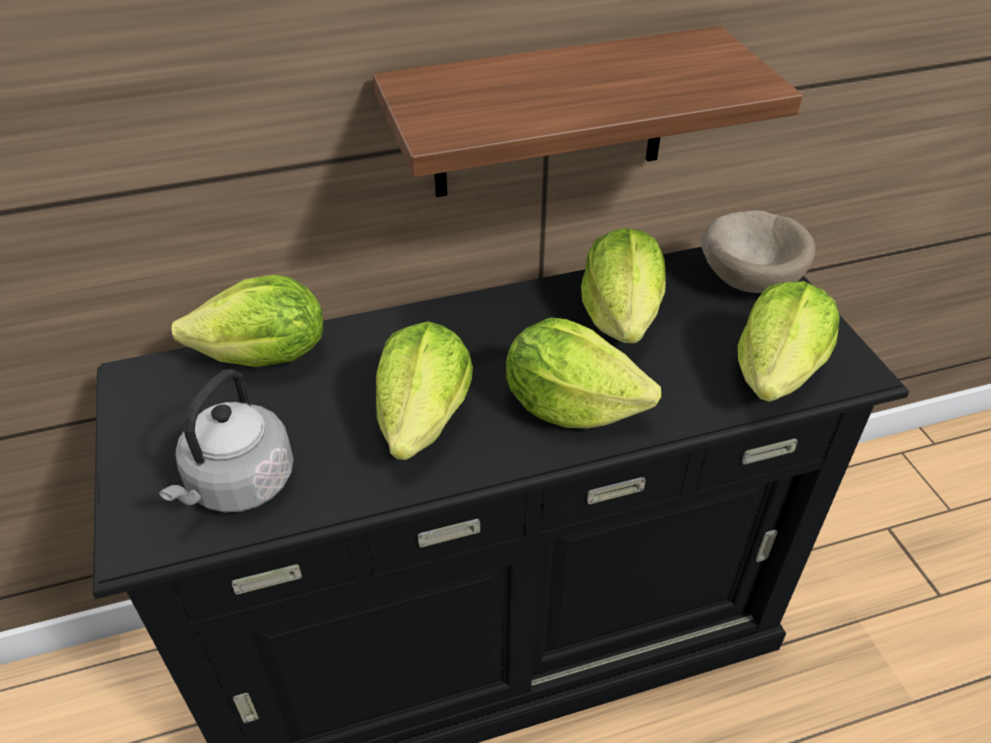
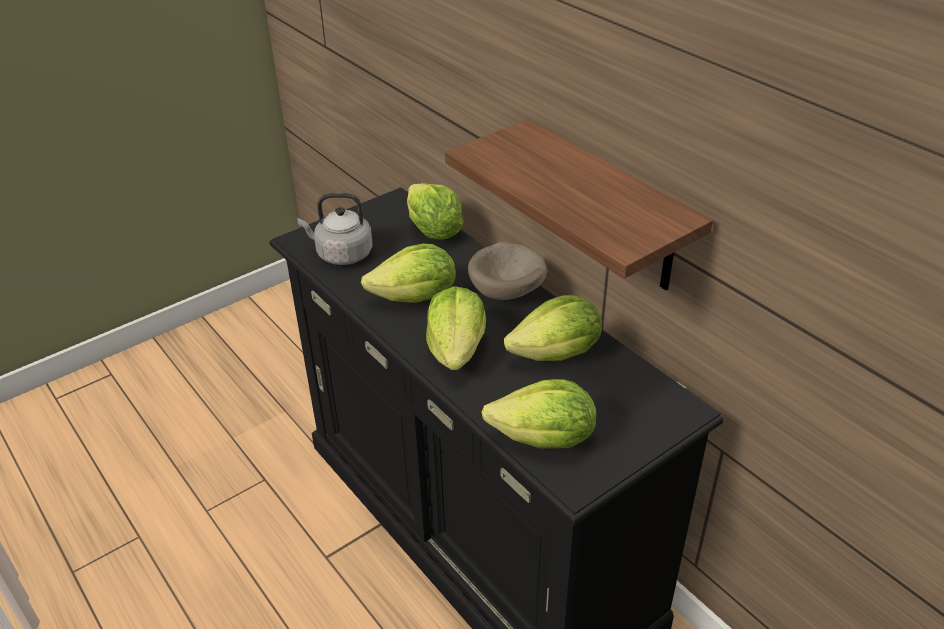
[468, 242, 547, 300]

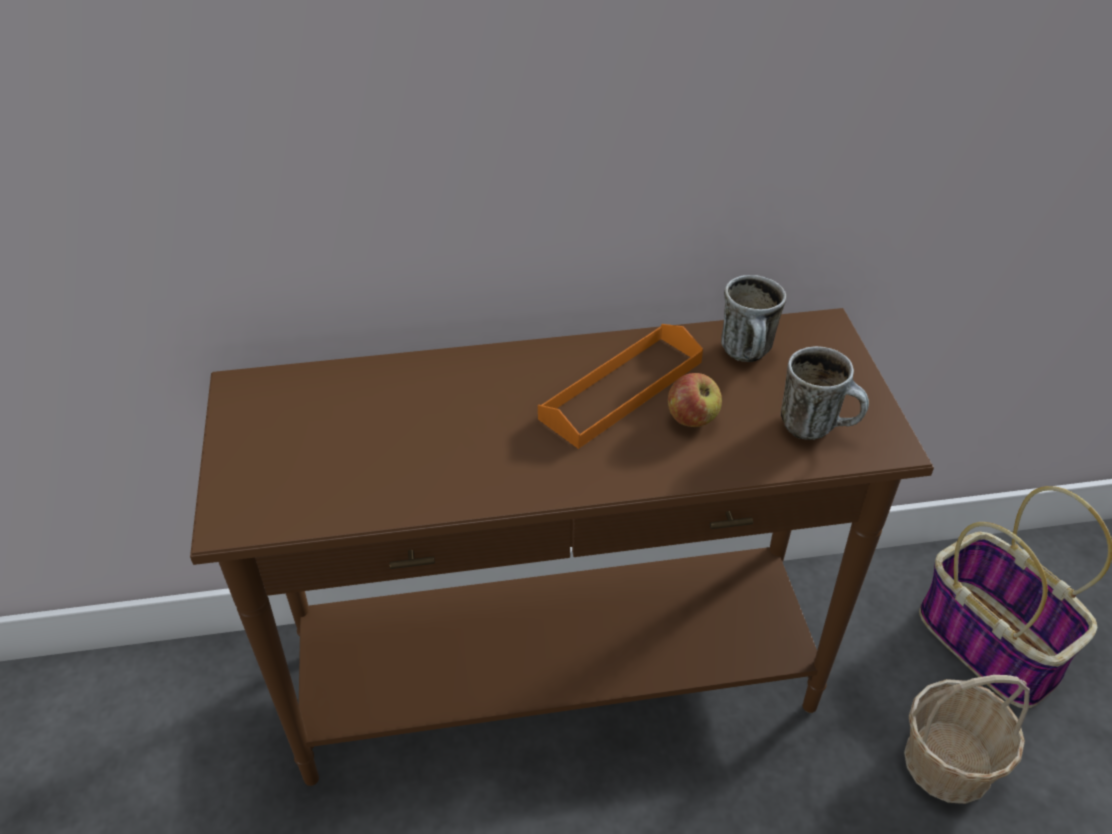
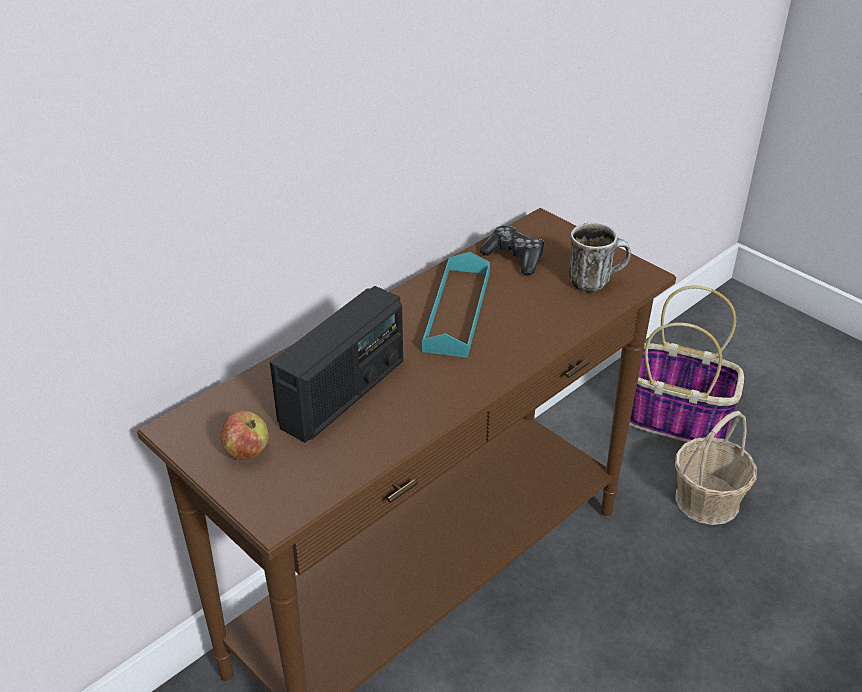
[220, 411, 269, 460]
[270, 286, 403, 443]
[422, 252, 490, 358]
[480, 226, 544, 275]

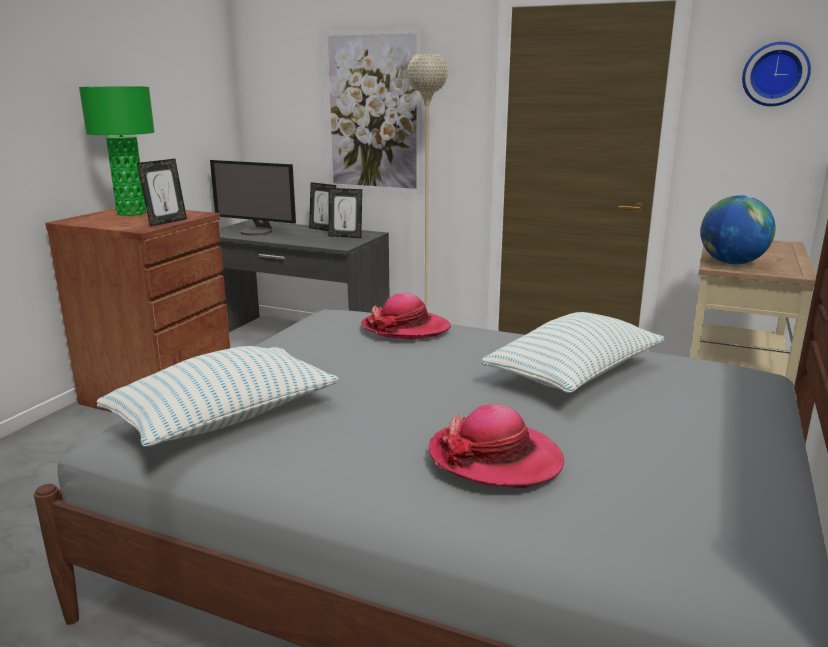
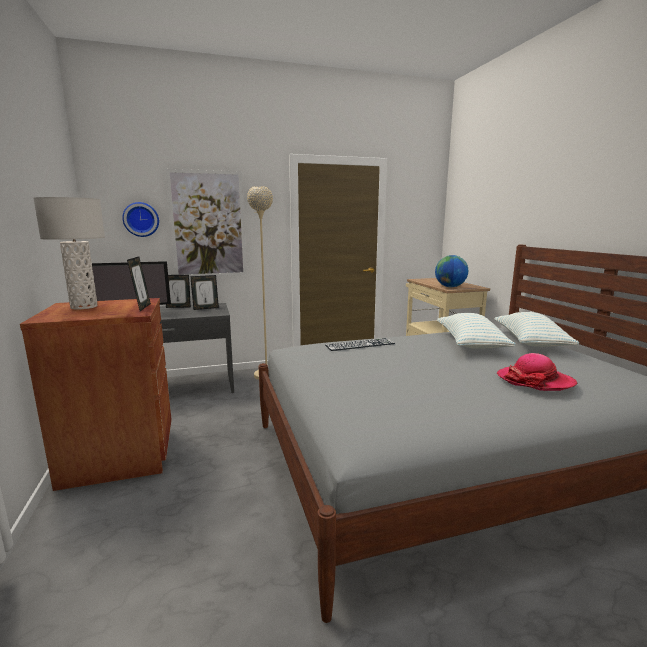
[34, 197, 105, 309]
[122, 202, 159, 237]
[325, 338, 395, 351]
[495, 312, 579, 347]

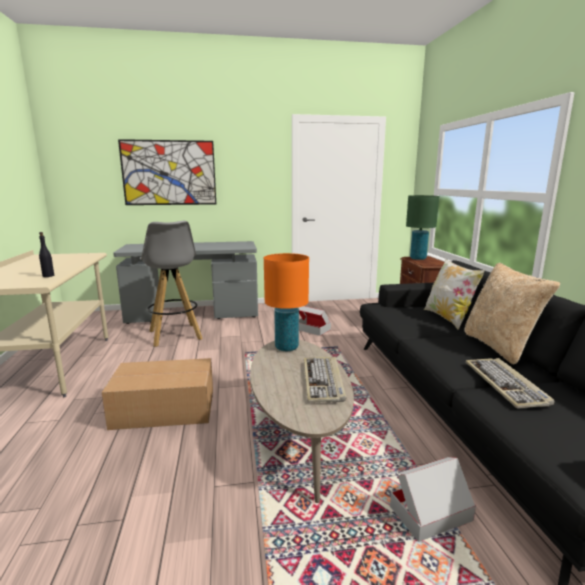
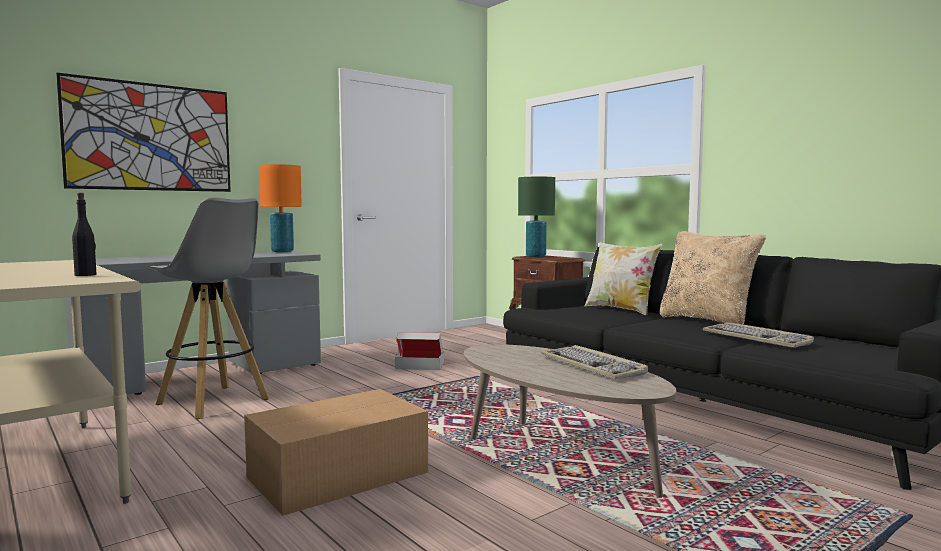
[259, 164, 302, 252]
[390, 457, 476, 542] (first image)

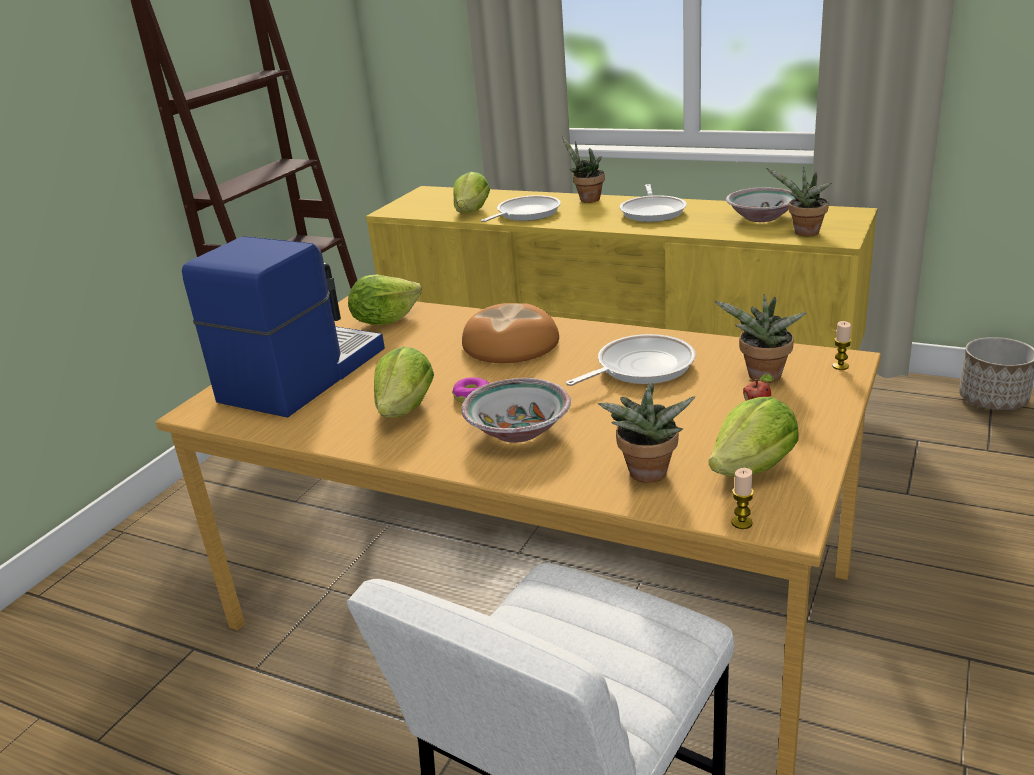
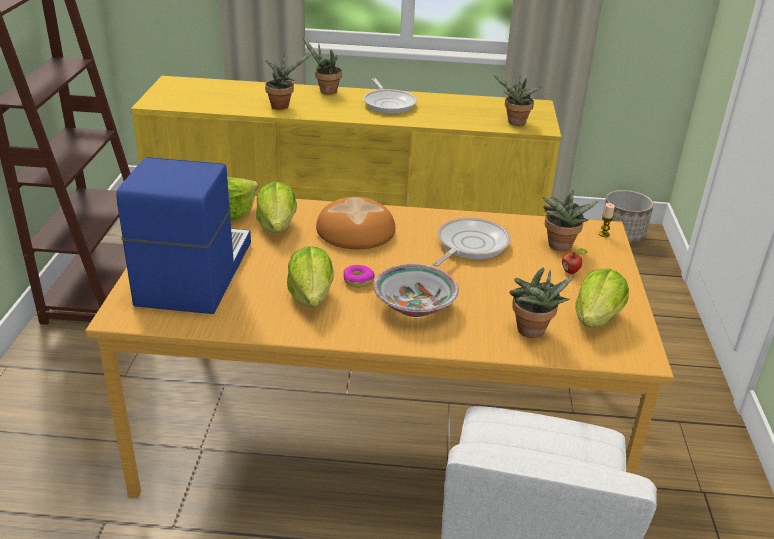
[256, 182, 297, 233]
[265, 53, 311, 110]
[726, 187, 795, 222] (first image)
[732, 468, 754, 529] (first image)

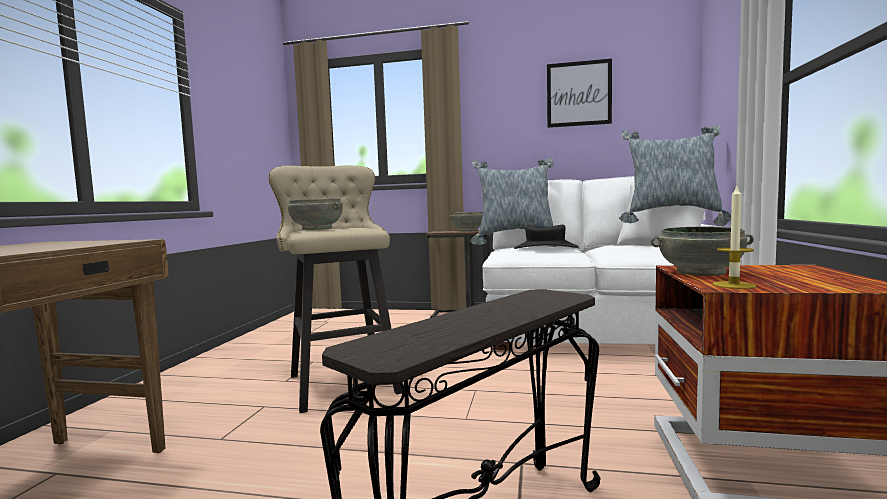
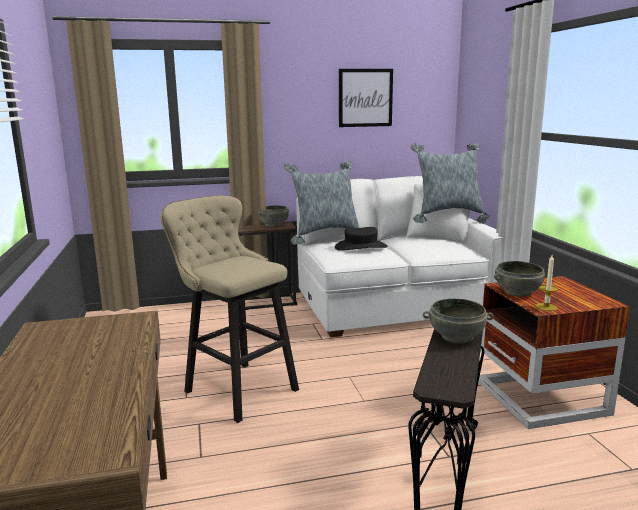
[423, 298, 494, 343]

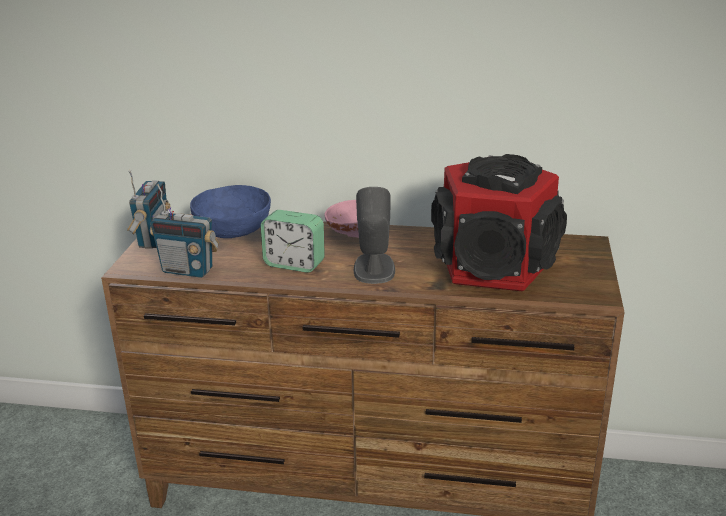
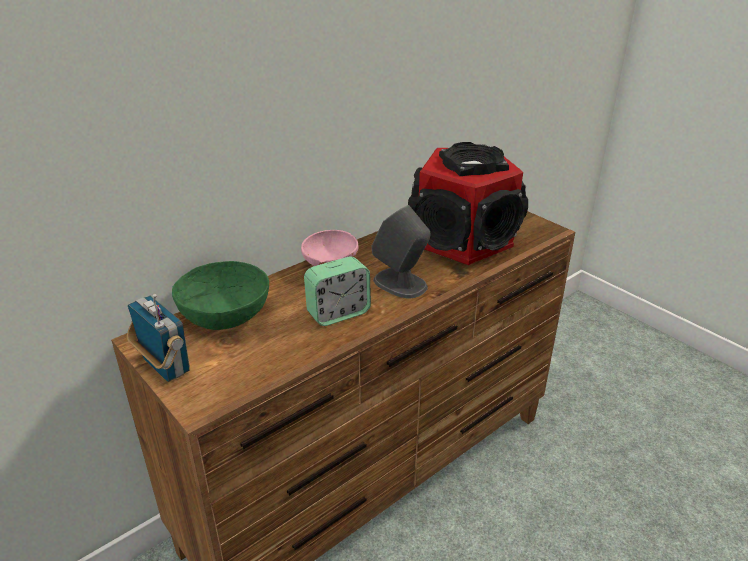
[172, 261, 269, 330]
[150, 184, 219, 278] (first image)

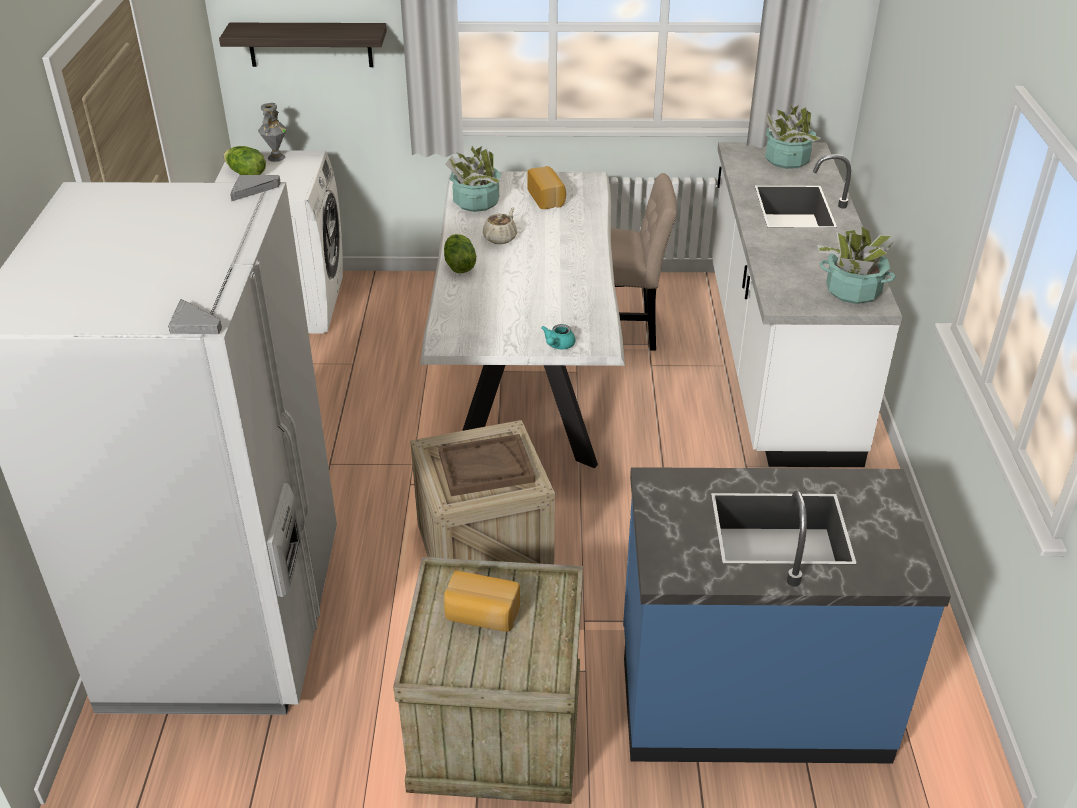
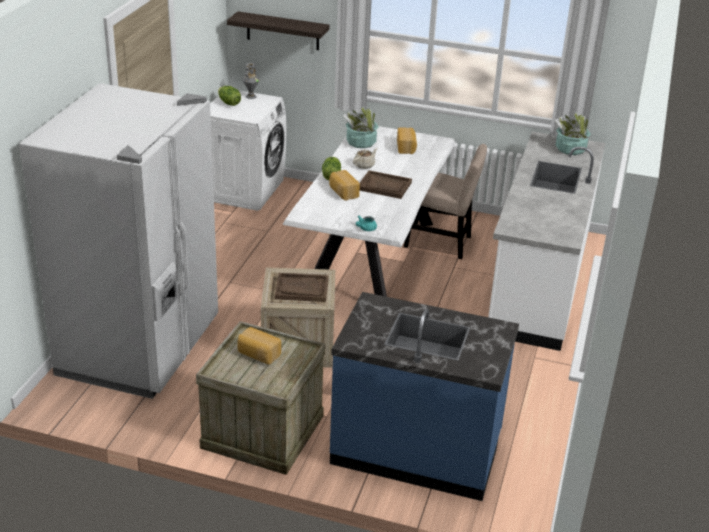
[329, 170, 360, 201]
[360, 170, 412, 199]
[818, 226, 896, 304] (first image)

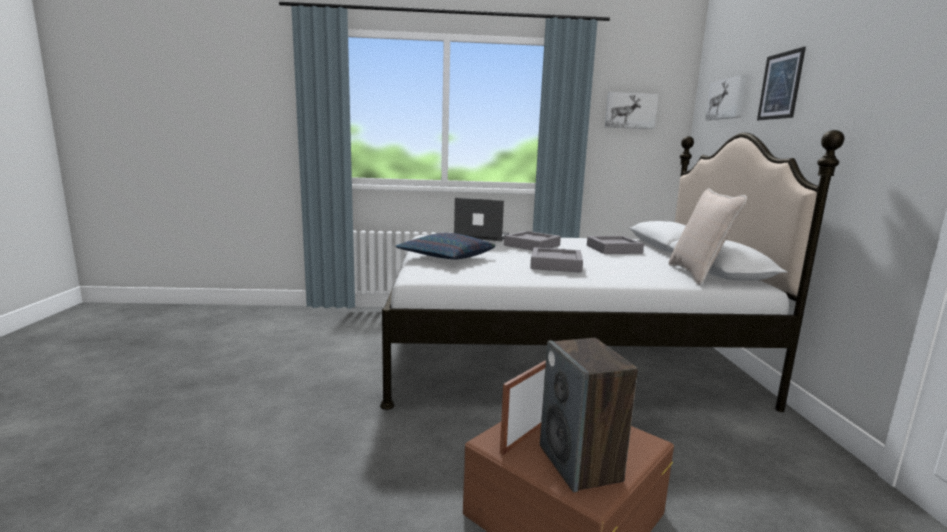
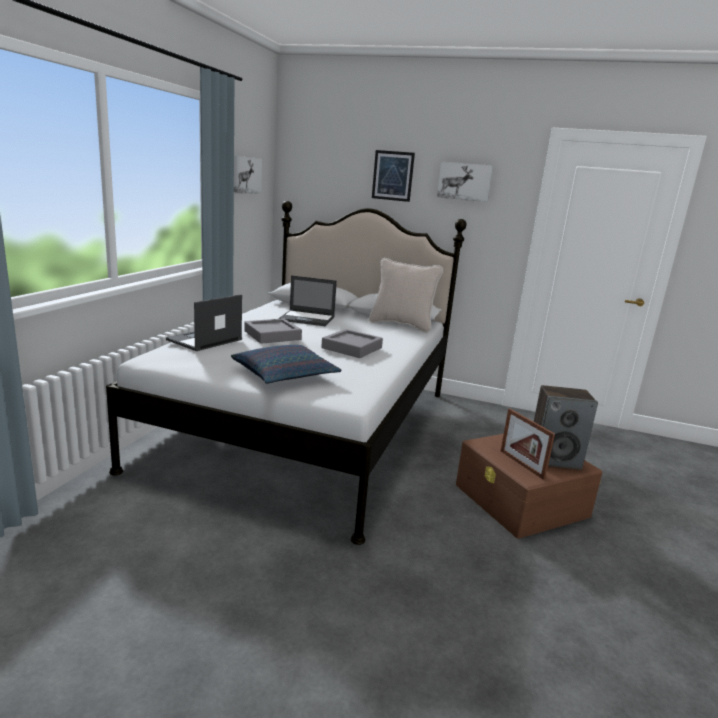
[279, 275, 337, 326]
[437, 162, 493, 202]

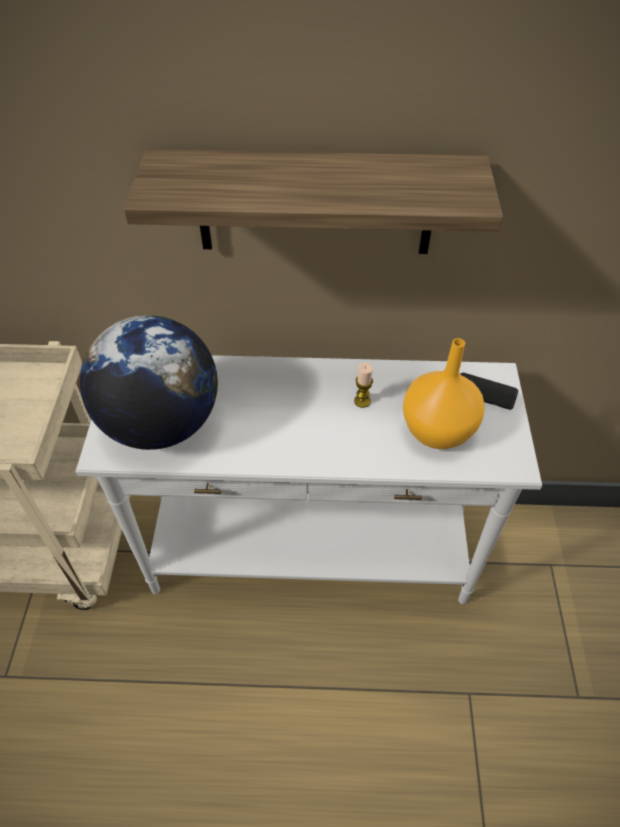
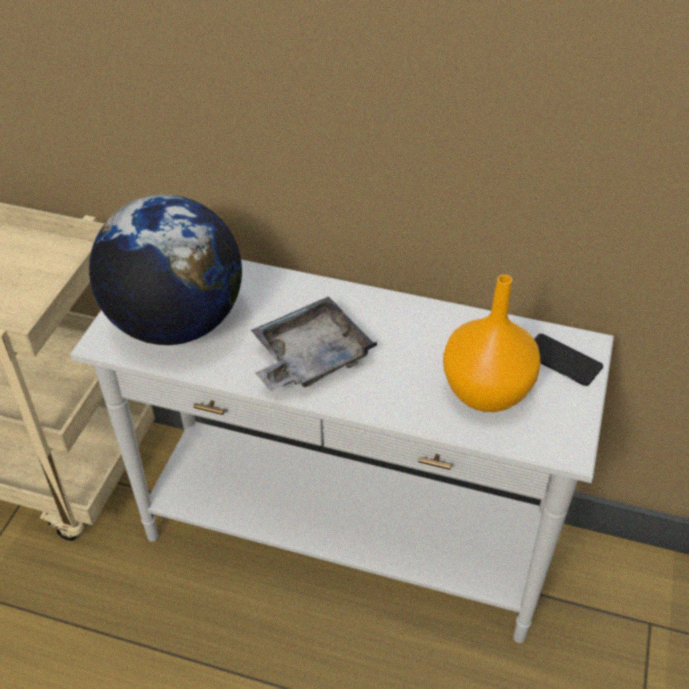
[251, 296, 377, 391]
[124, 149, 503, 254] (first image)
[354, 363, 373, 408] (first image)

